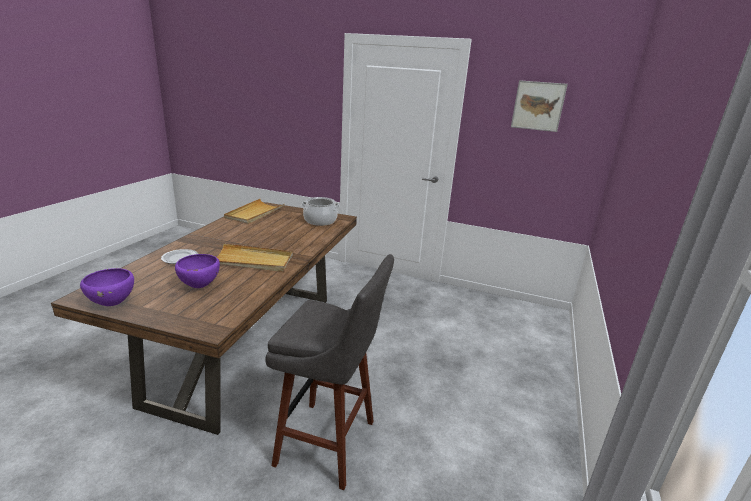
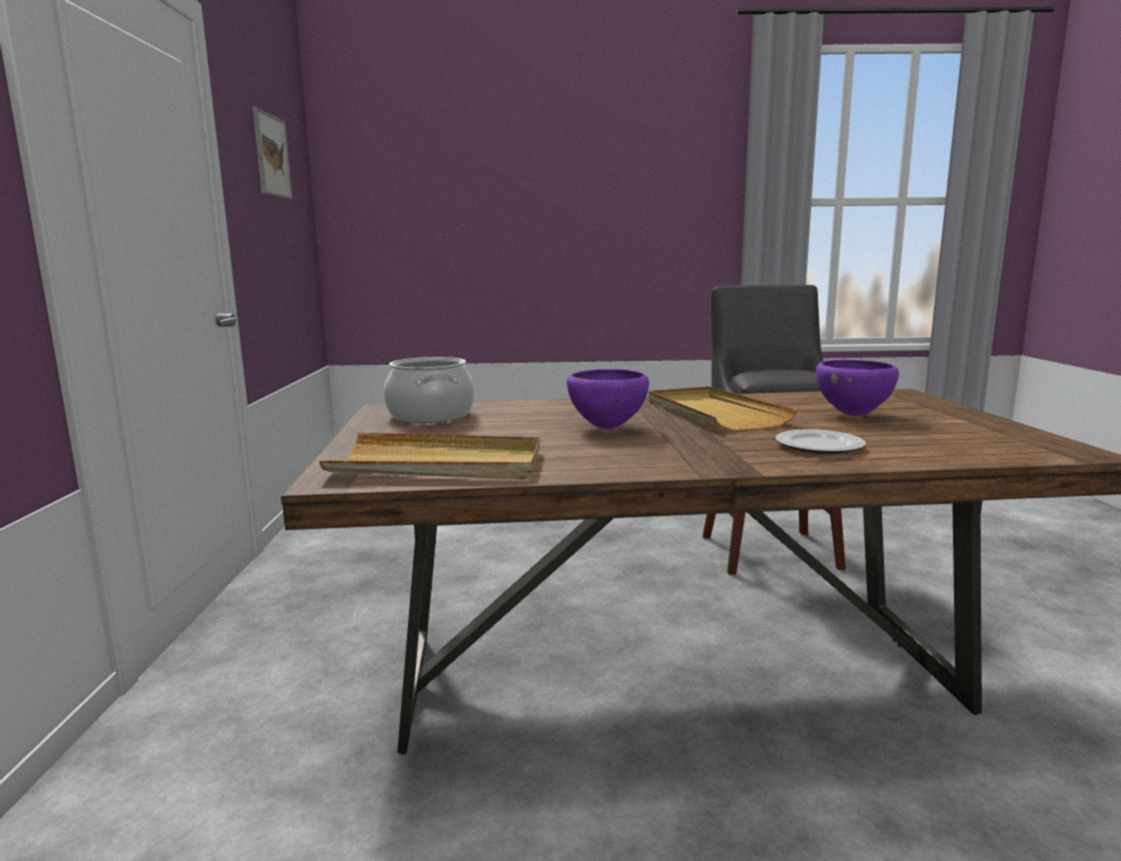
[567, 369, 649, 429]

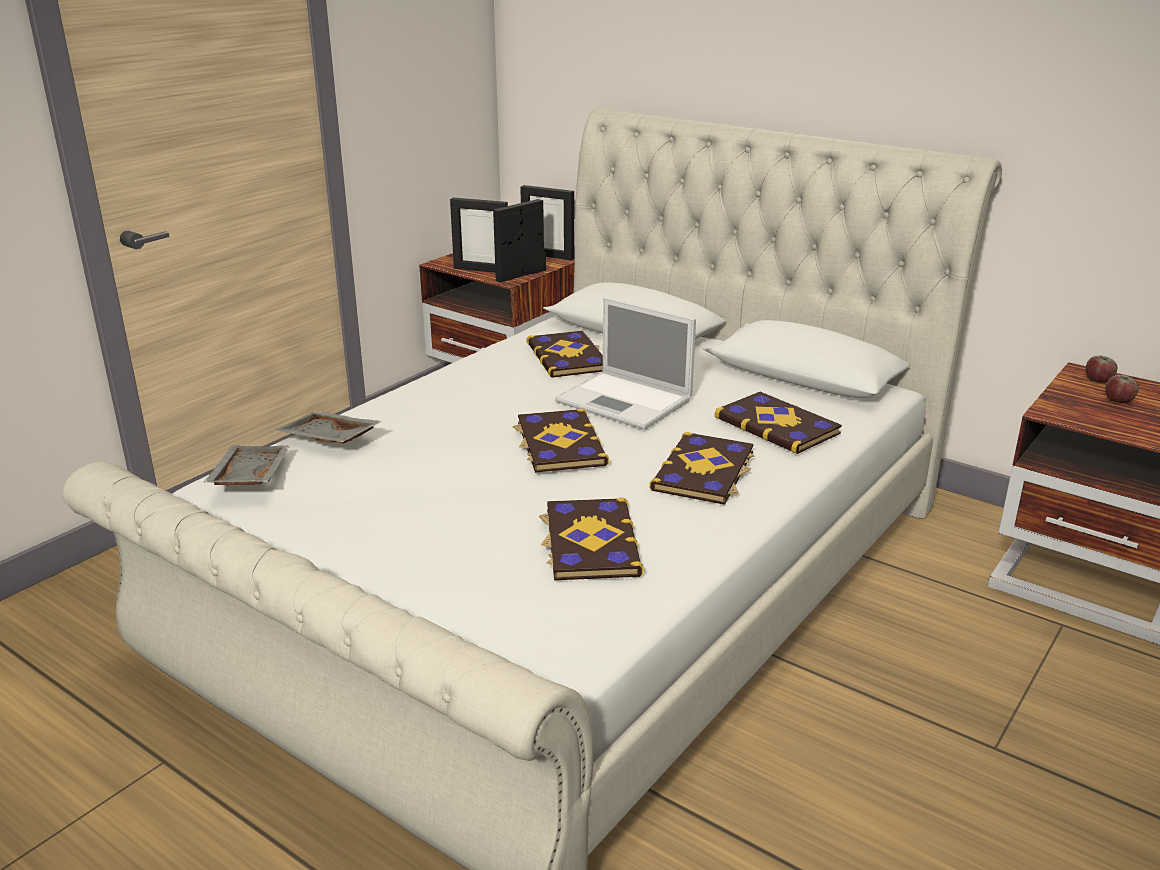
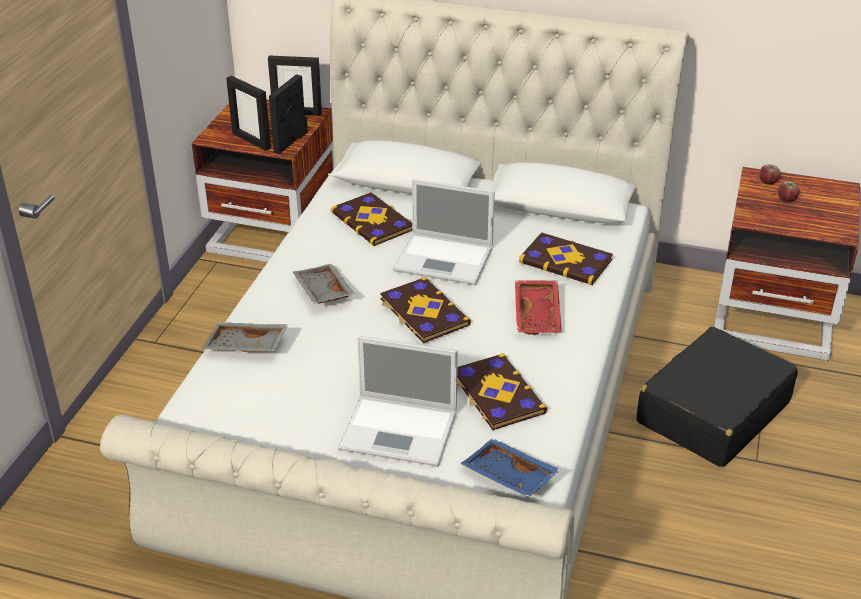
[226, 76, 271, 151]
[293, 264, 355, 304]
[338, 336, 458, 467]
[460, 438, 561, 497]
[515, 280, 562, 335]
[637, 327, 798, 467]

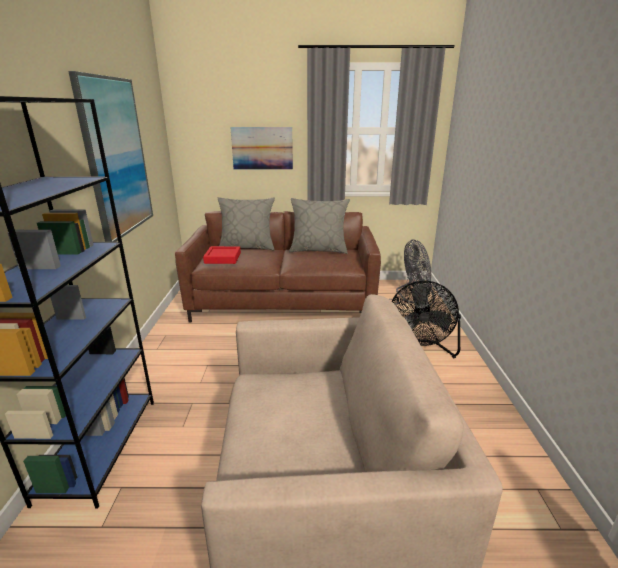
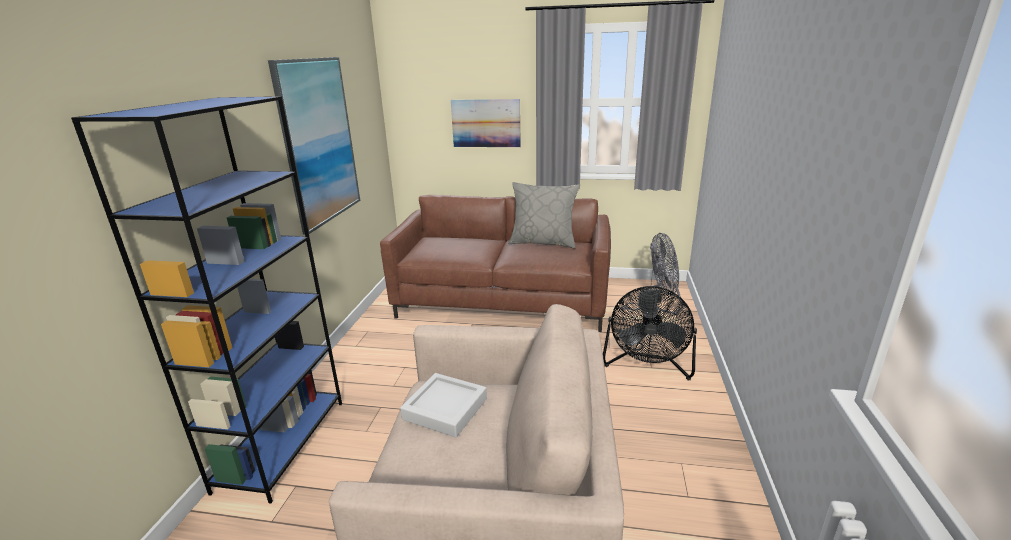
[400, 373, 487, 437]
[203, 246, 241, 264] (first image)
[218, 197, 275, 250] (first image)

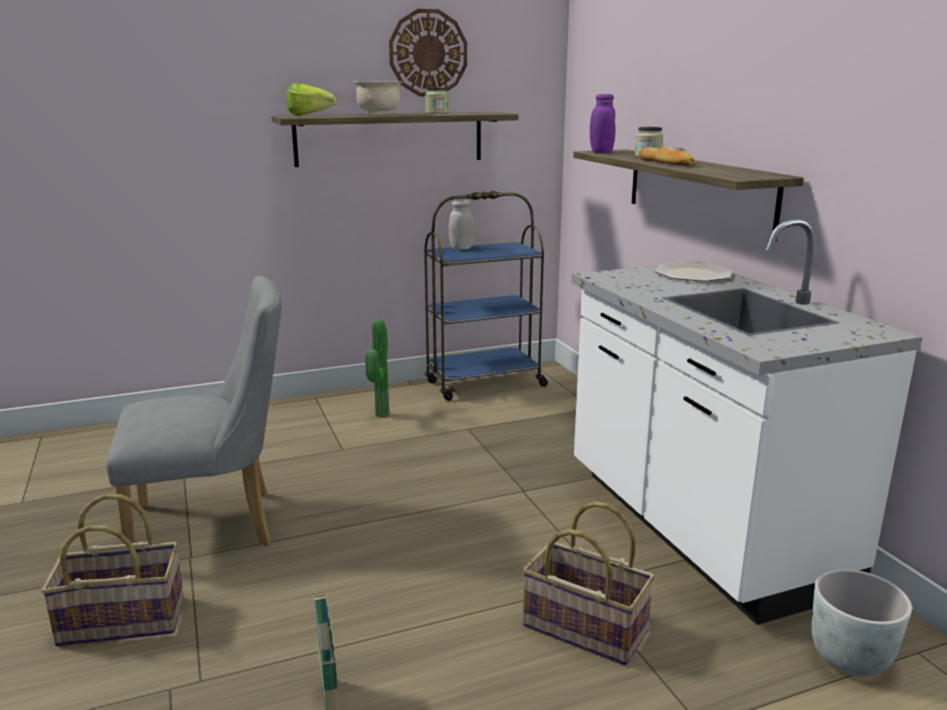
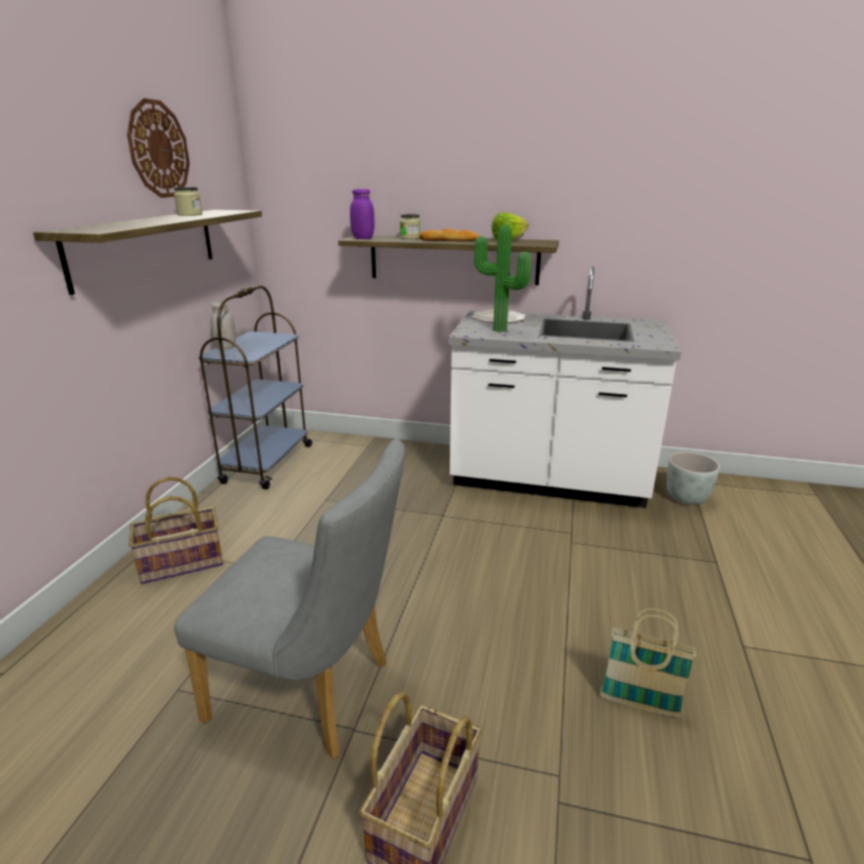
[129, 477, 223, 584]
[174, 439, 405, 759]
[474, 225, 531, 332]
[491, 212, 528, 240]
[353, 81, 402, 115] (first image)

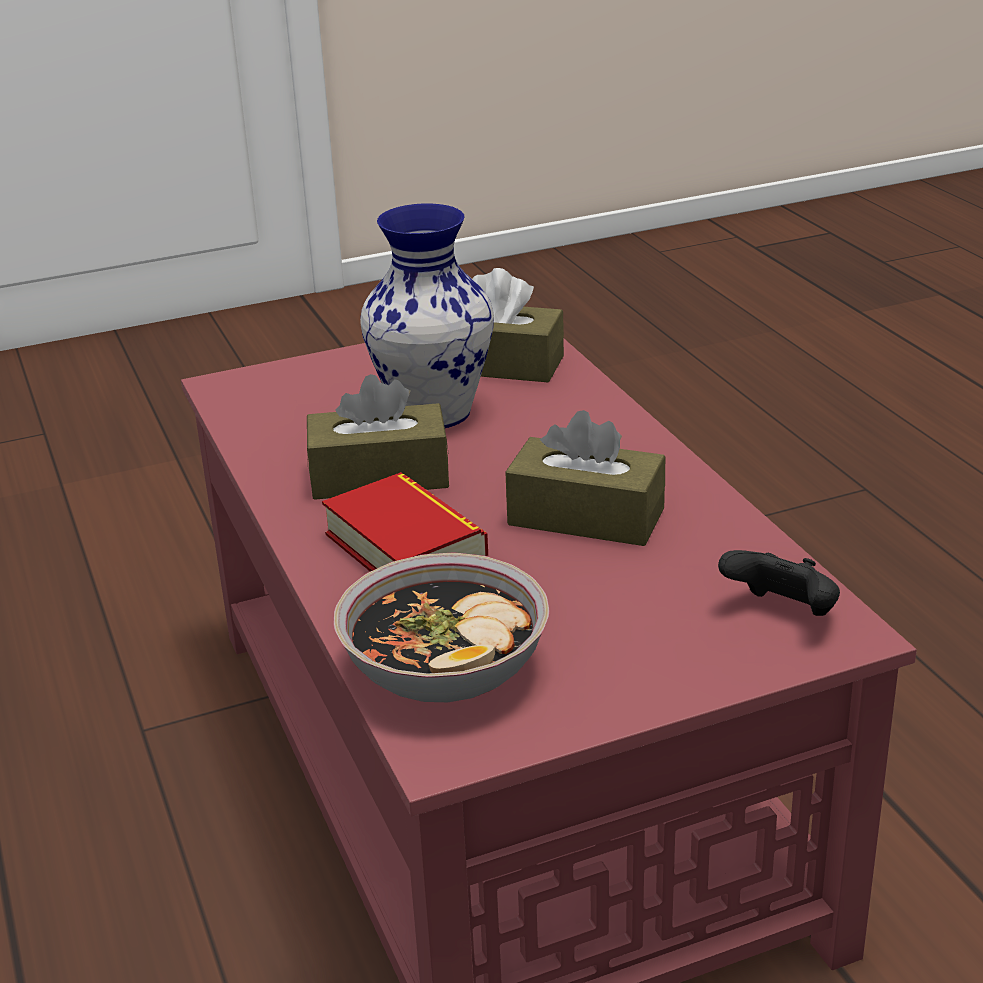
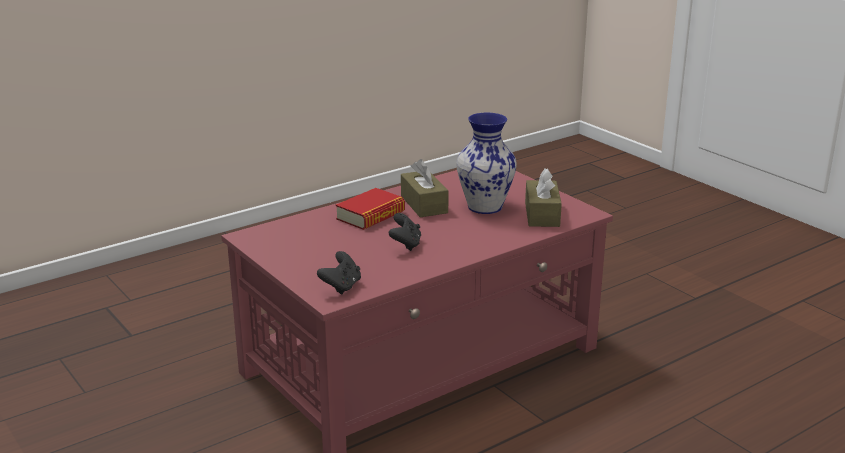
[388, 213, 421, 251]
[333, 552, 550, 702] (first image)

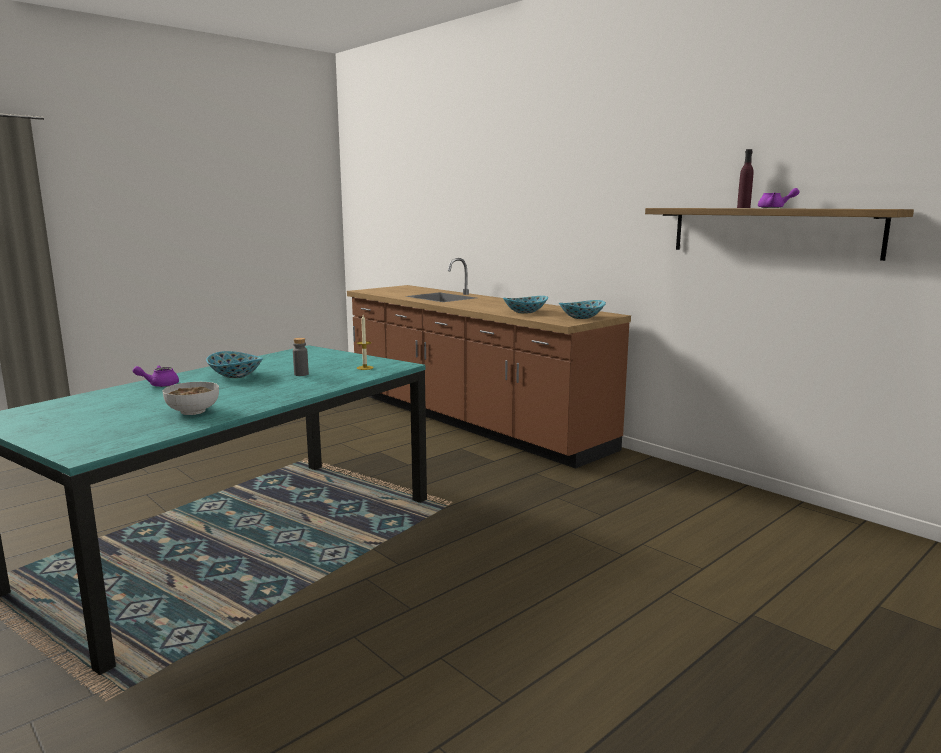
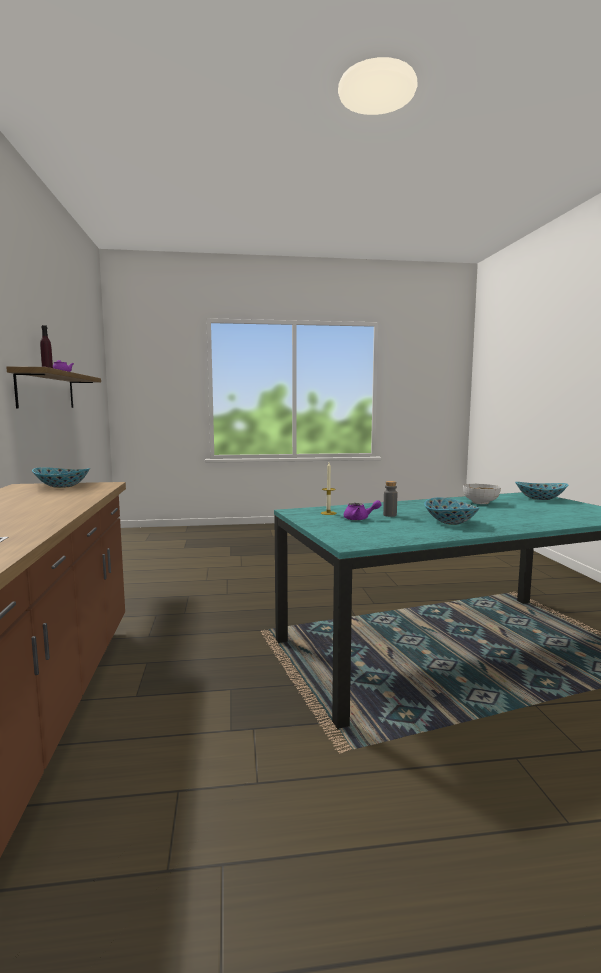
[344, 500, 382, 520]
[515, 482, 568, 500]

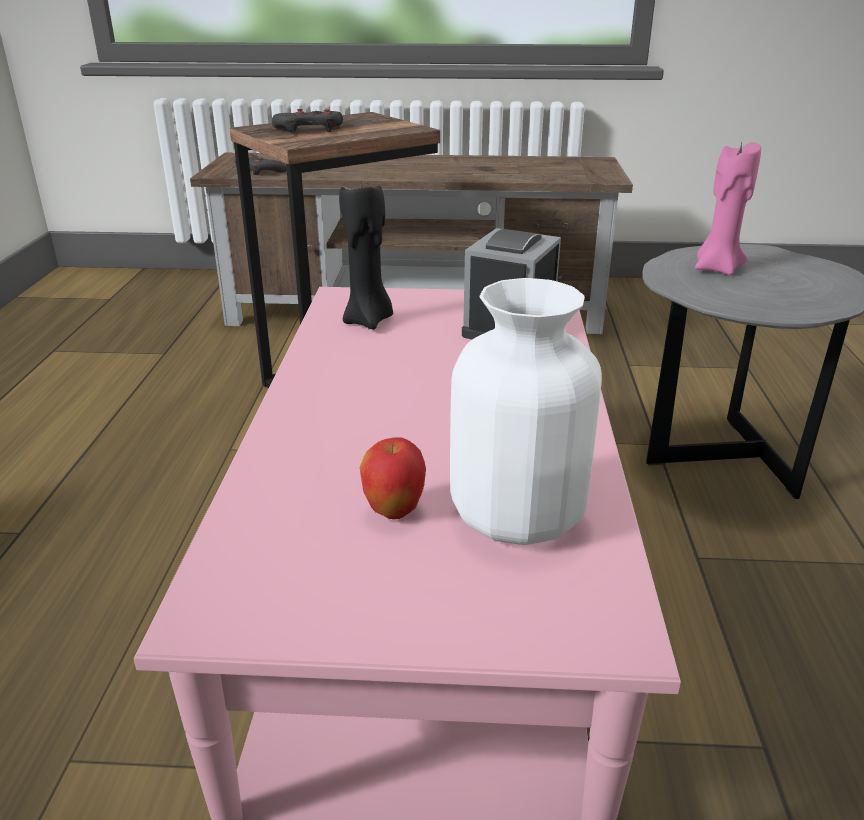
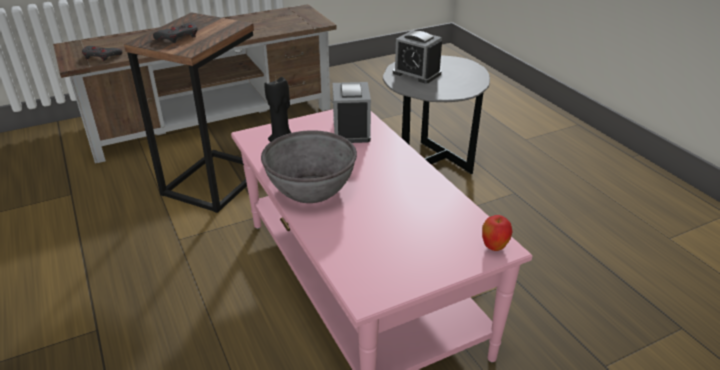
[261, 130, 357, 203]
[393, 30, 442, 84]
[482, 215, 513, 251]
[450, 278, 602, 545] (first image)

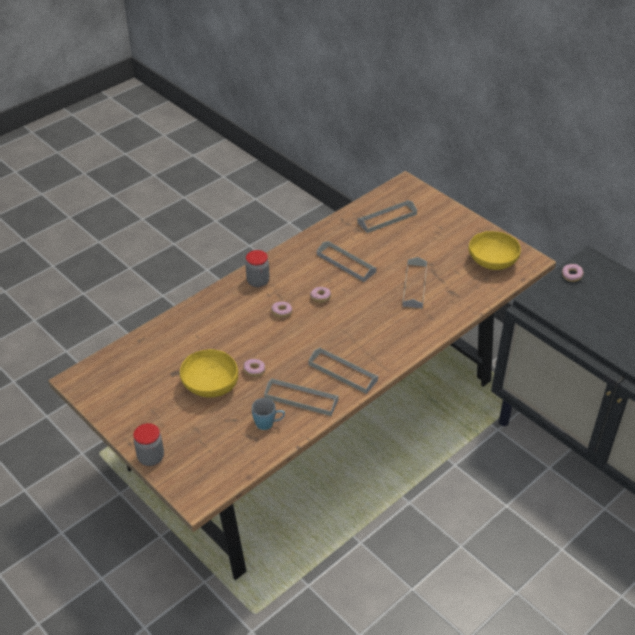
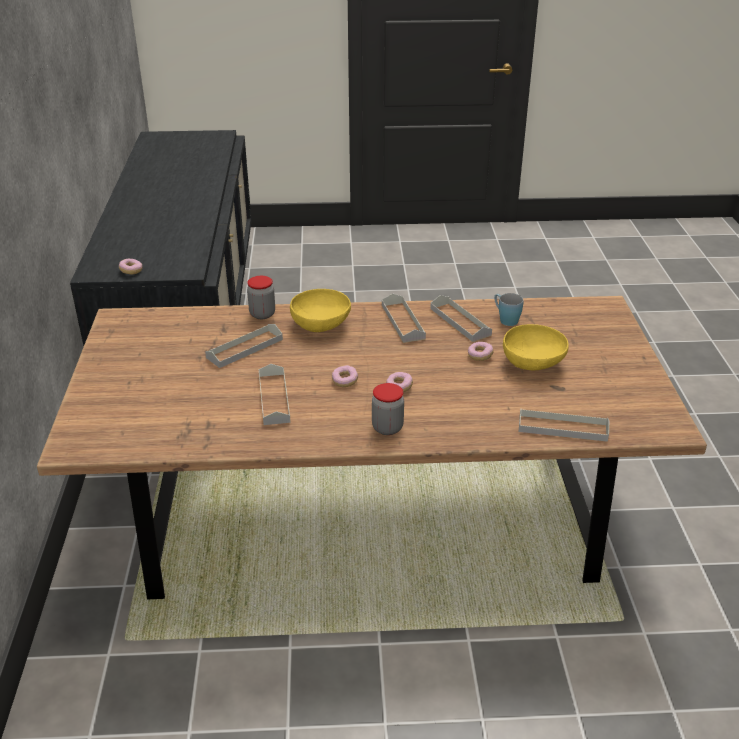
[247, 276, 275, 319]
[290, 289, 351, 332]
[519, 408, 609, 442]

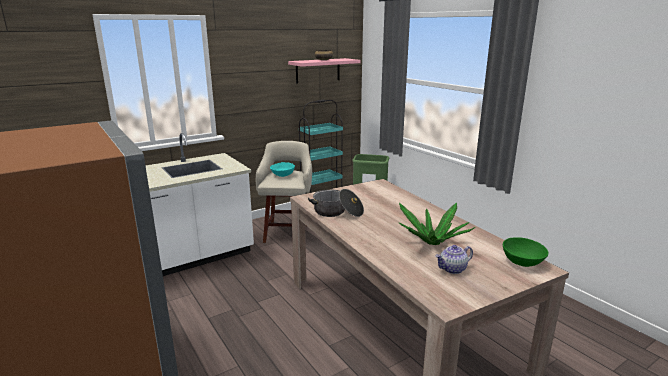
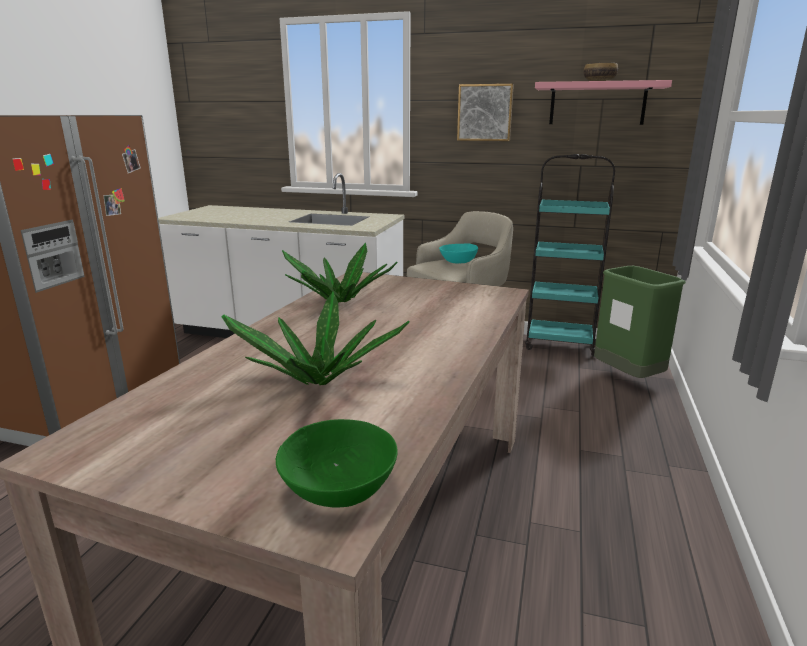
[282, 243, 398, 303]
[457, 84, 514, 141]
[435, 245, 473, 274] (first image)

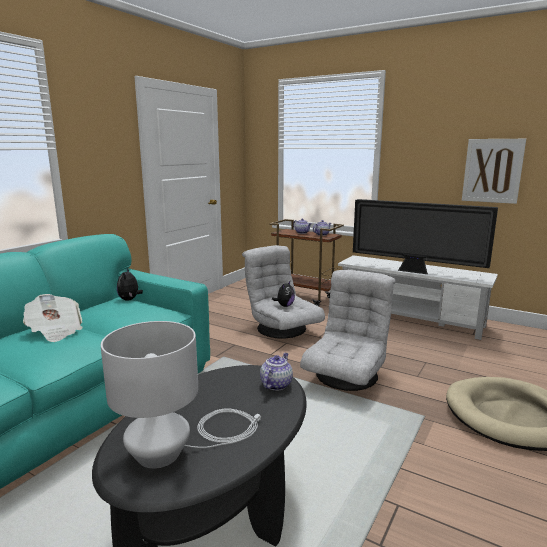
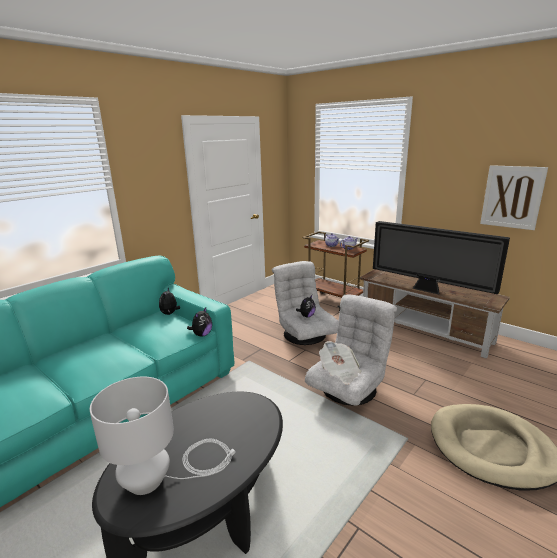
[187, 308, 212, 337]
[319, 341, 362, 385]
[360, 269, 510, 359]
[260, 353, 293, 390] (first image)

